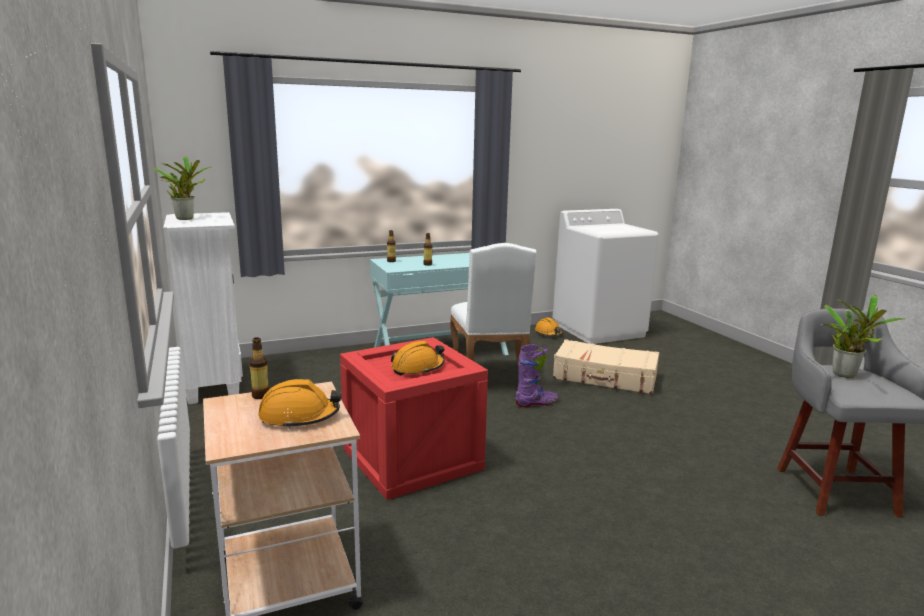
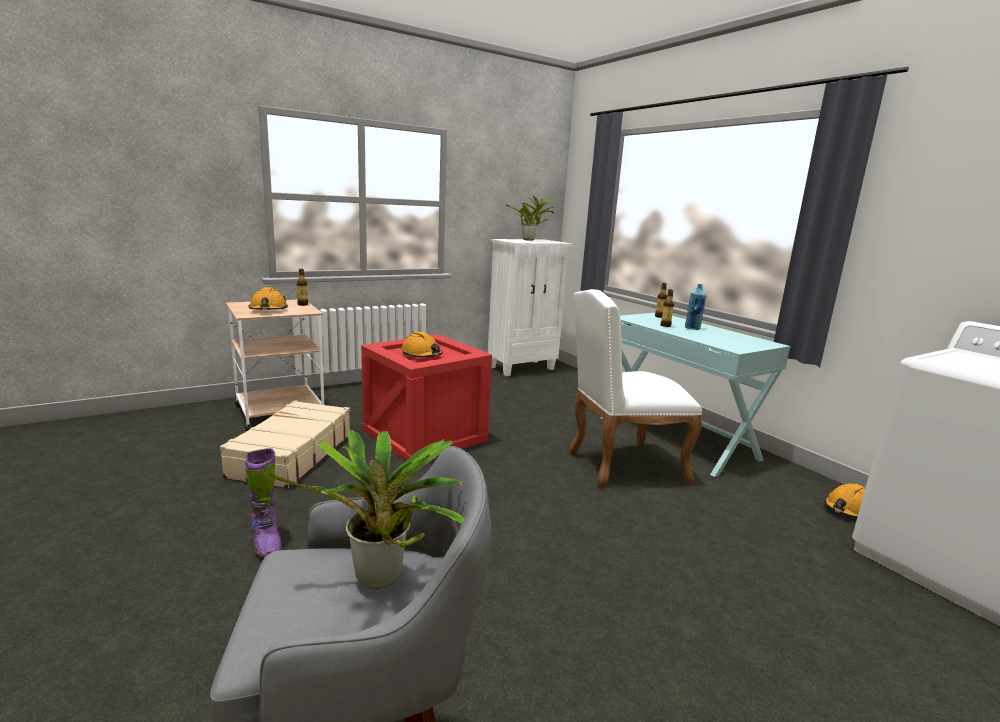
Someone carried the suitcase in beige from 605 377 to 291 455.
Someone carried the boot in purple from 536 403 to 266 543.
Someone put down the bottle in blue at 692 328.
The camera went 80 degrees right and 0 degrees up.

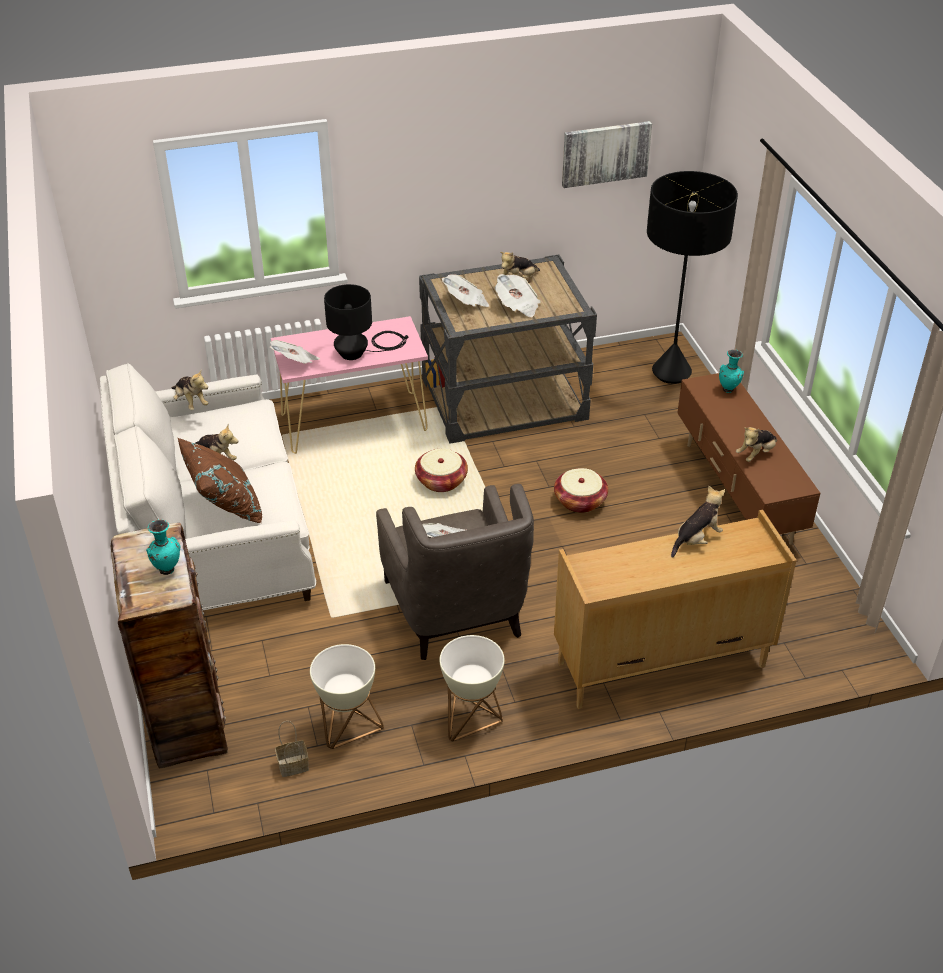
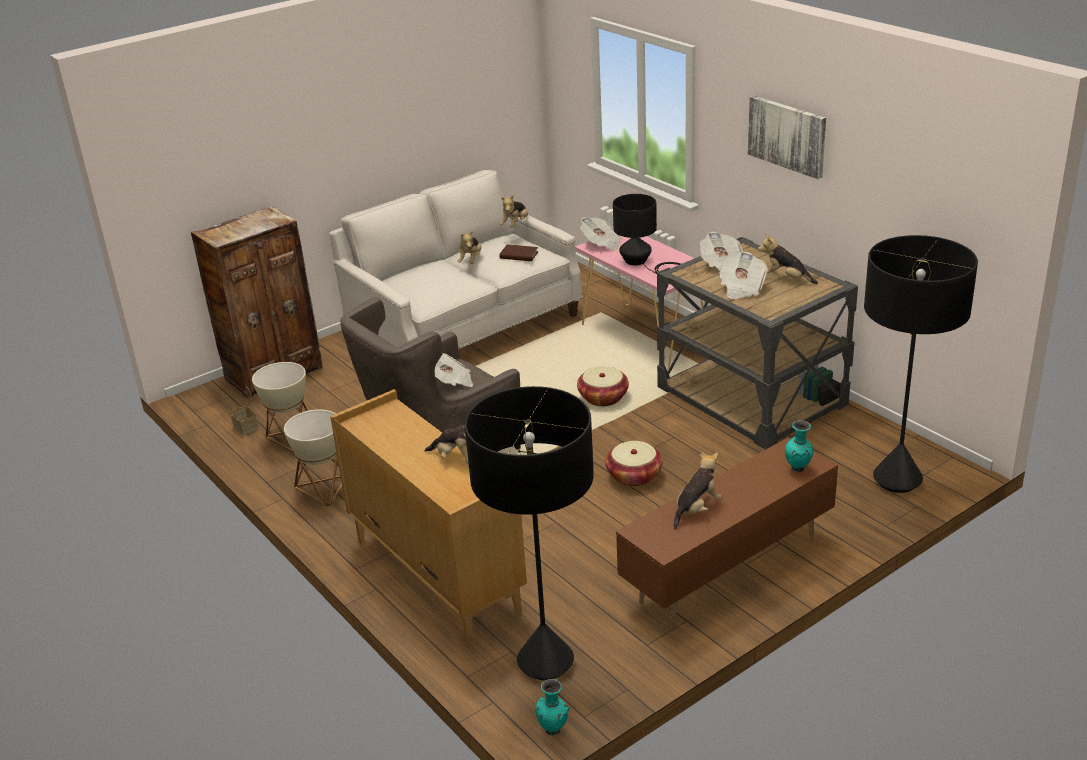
Someone put down the floor lamp in black at 545 664.
Someone put down the book in brown at 519 255.
Someone carried the vase in turquoise from 167 569 to 554 730.
Someone rotated the plush toy at 756 454 by 105 degrees clockwise.
Someone carried the picture from 605 153 to 787 136.
Someone took away the pillow in brown at 225 505.
The camera went 70 degrees right and 10 degrees down.

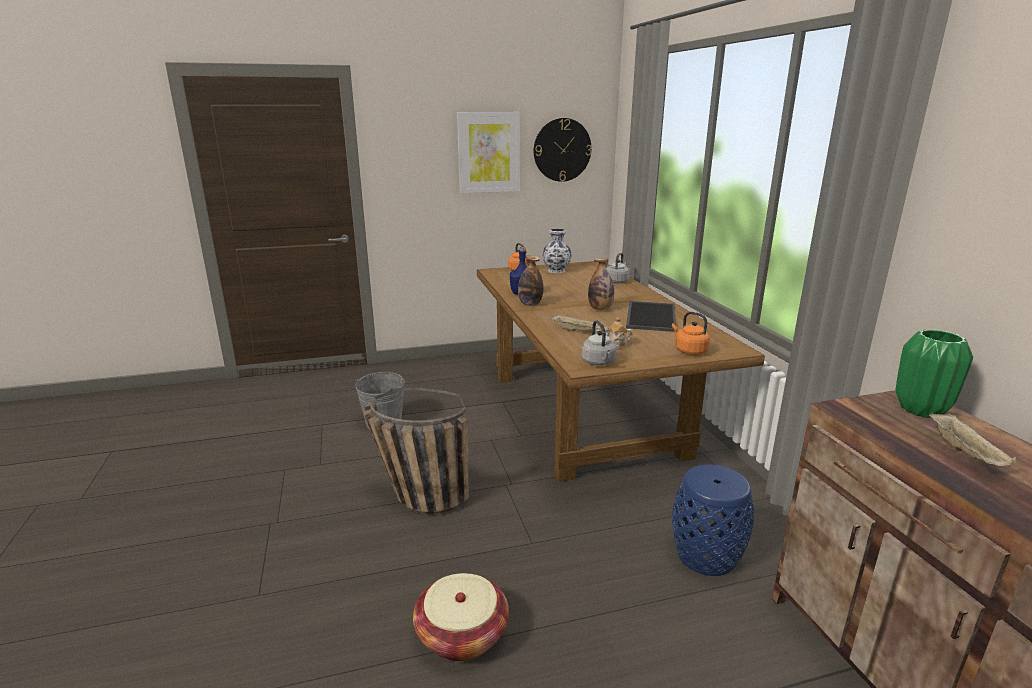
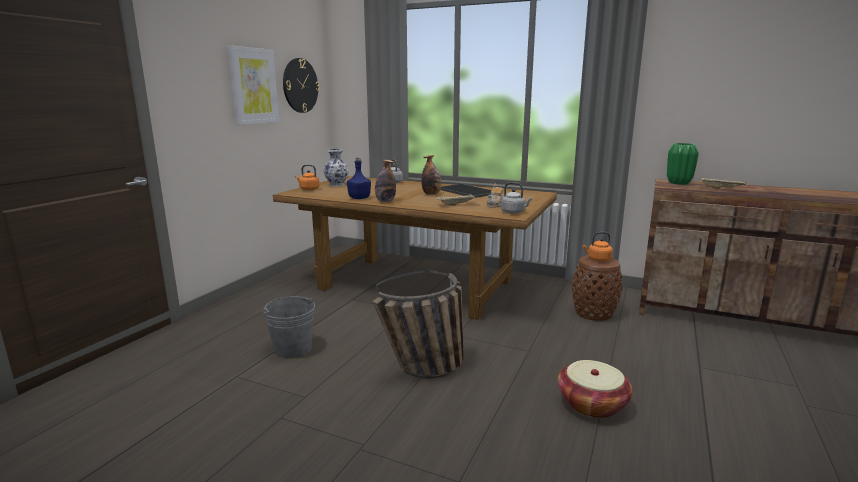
Someone repainted the stool in blue at 706 556, which became the stool in brown at 593 313.
Someone carried the kettle in orange from 689 351 to 598 259.
The camera went 50 degrees left and 5 degrees down.

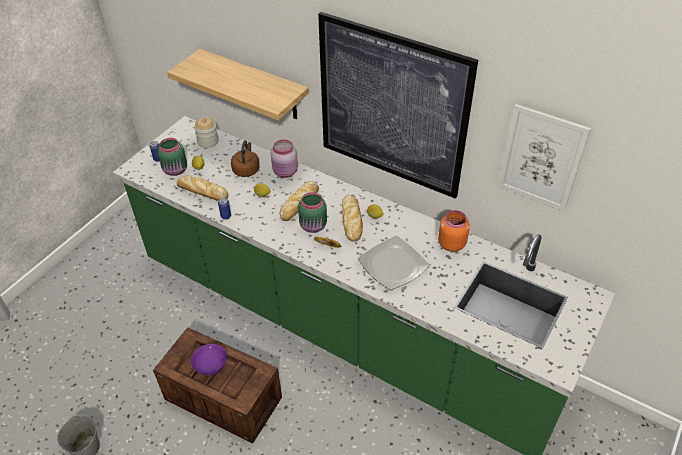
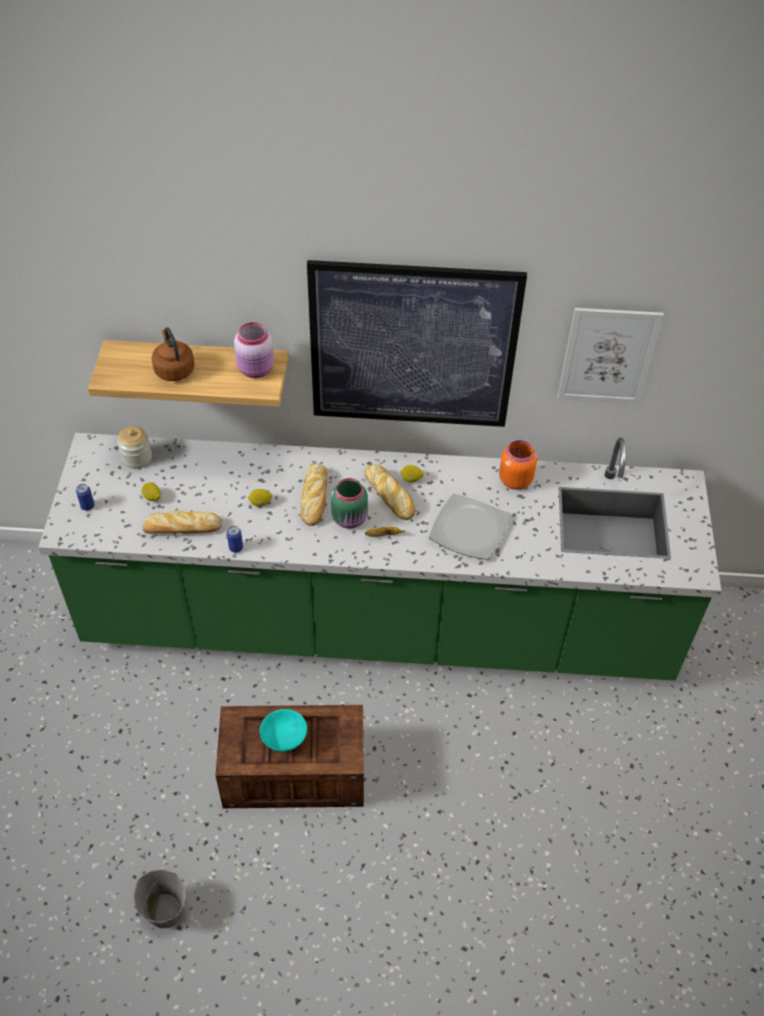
Someone carried the kettle in brown from 246 169 to 174 369.
Someone carried the jar in pink from 285 172 to 257 369.
Someone repainted the bowl in purple at 211 367, which became the bowl in turquoise at 284 739.
Someone took away the jar in green at 176 170.
The camera went 30 degrees left and 5 degrees up.

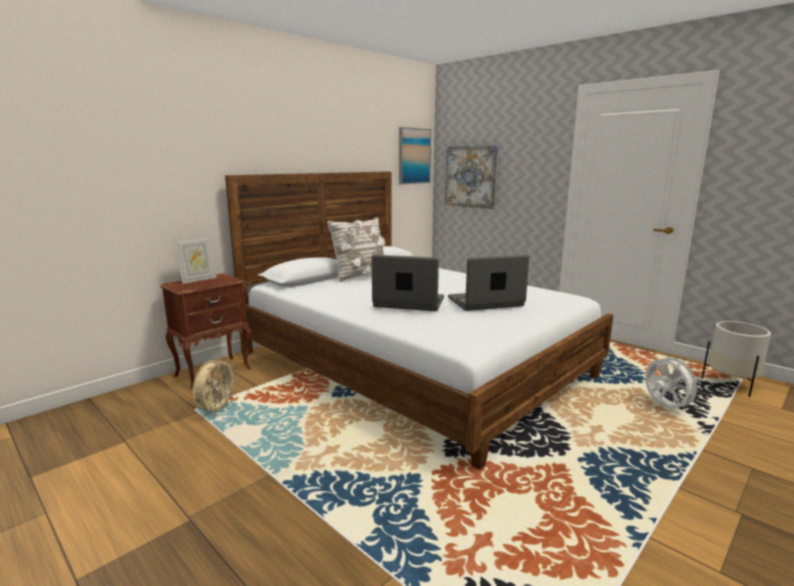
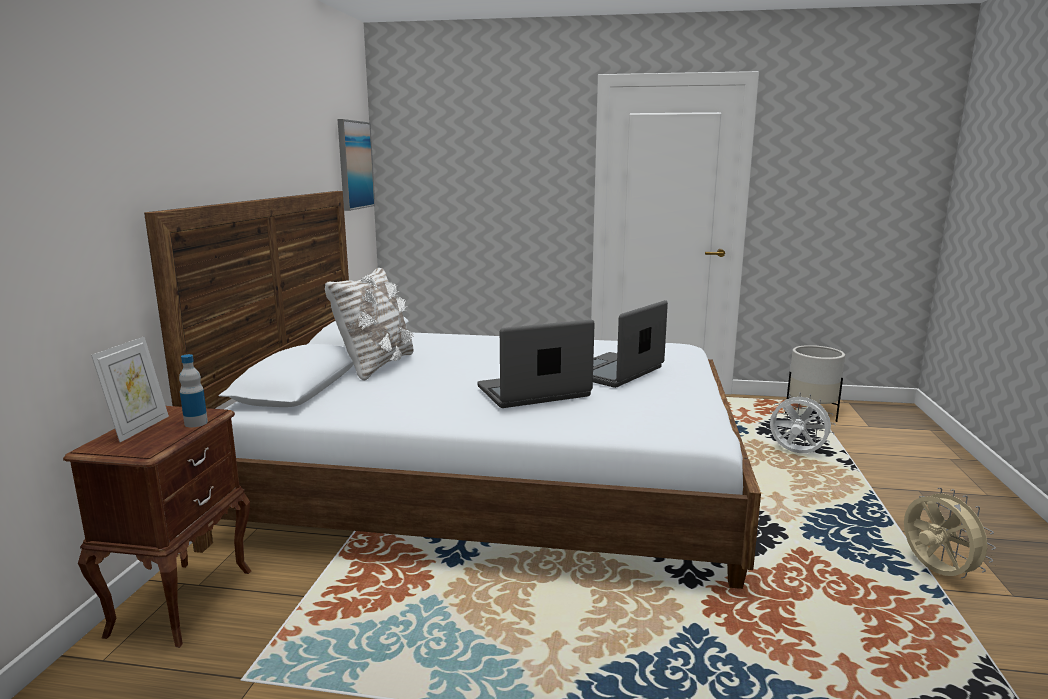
Someone put down the bottle at 196 423.
Someone carried the fan in beige from 216 410 to 935 572.
Someone took away the picture at 471 176.
The camera went 35 degrees left and 0 degrees up.

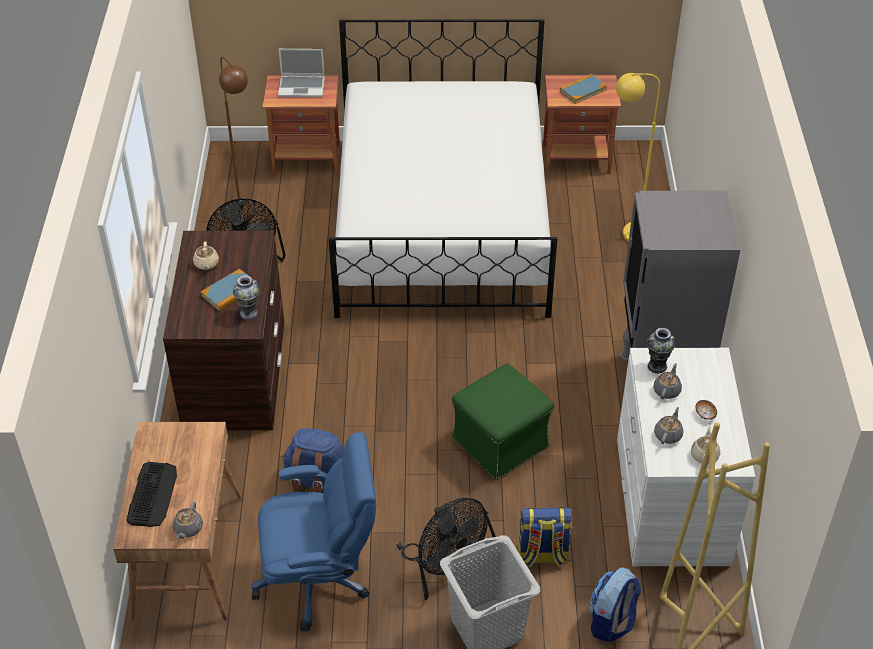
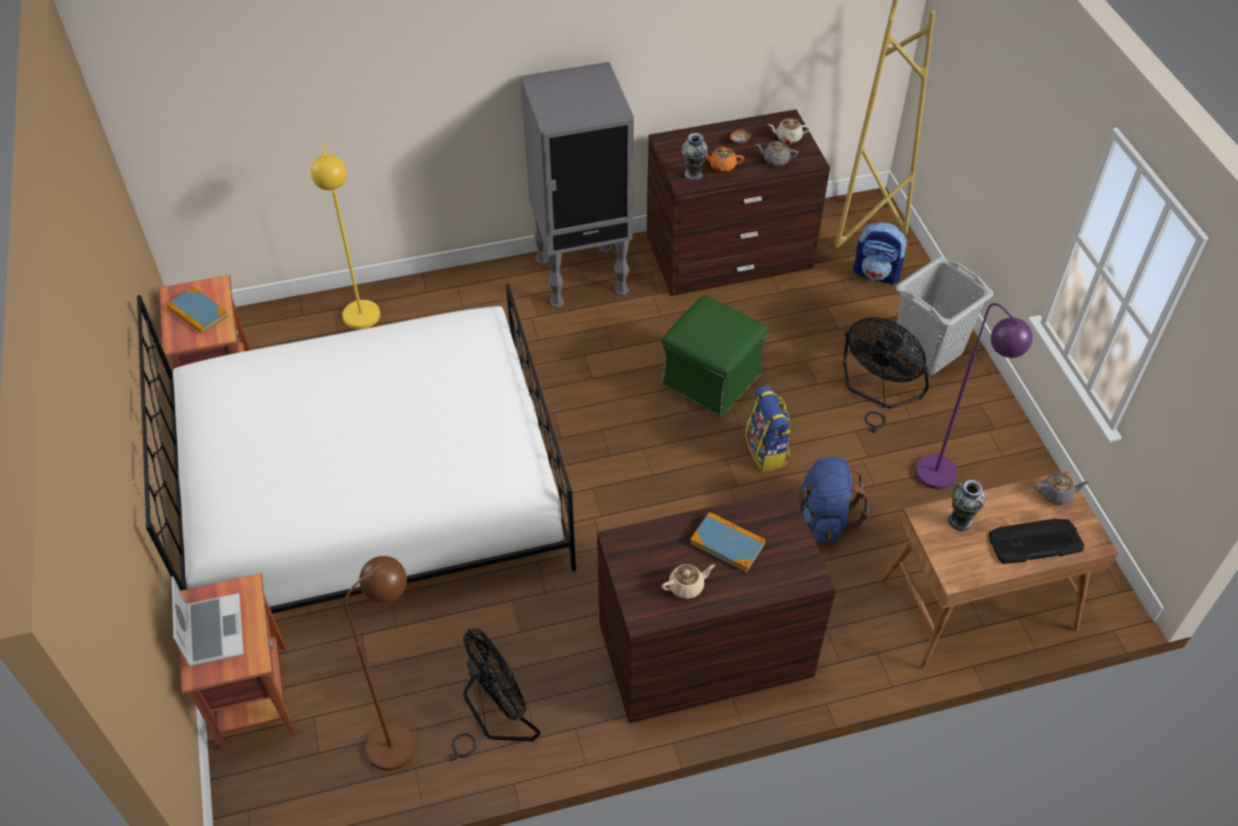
Someone repainted the dresser in white at 672 500, which became the dresser in brown at 729 252.
Someone repainted the teapot in grey at 667 390, which became the teapot in orange at 722 166.
Someone carried the backpack from 542 555 to 767 451.
Someone swapped the office chair in blue at 320 580 for the floor lamp in purple at 943 482.
Someone carried the vase from 249 313 to 959 521.
The camera went 105 degrees left and 5 degrees up.

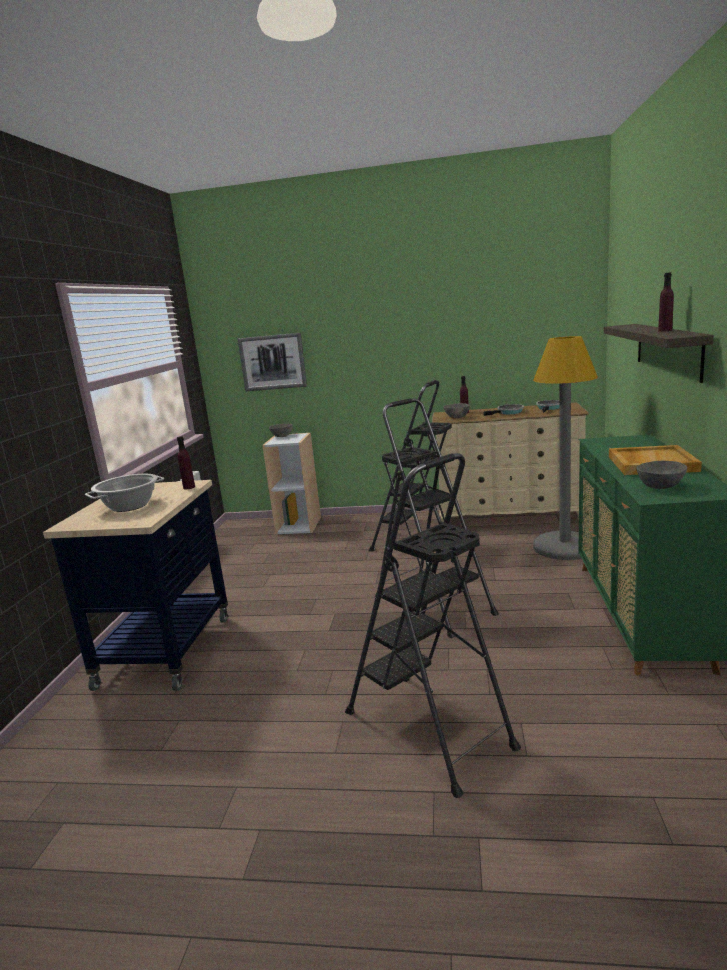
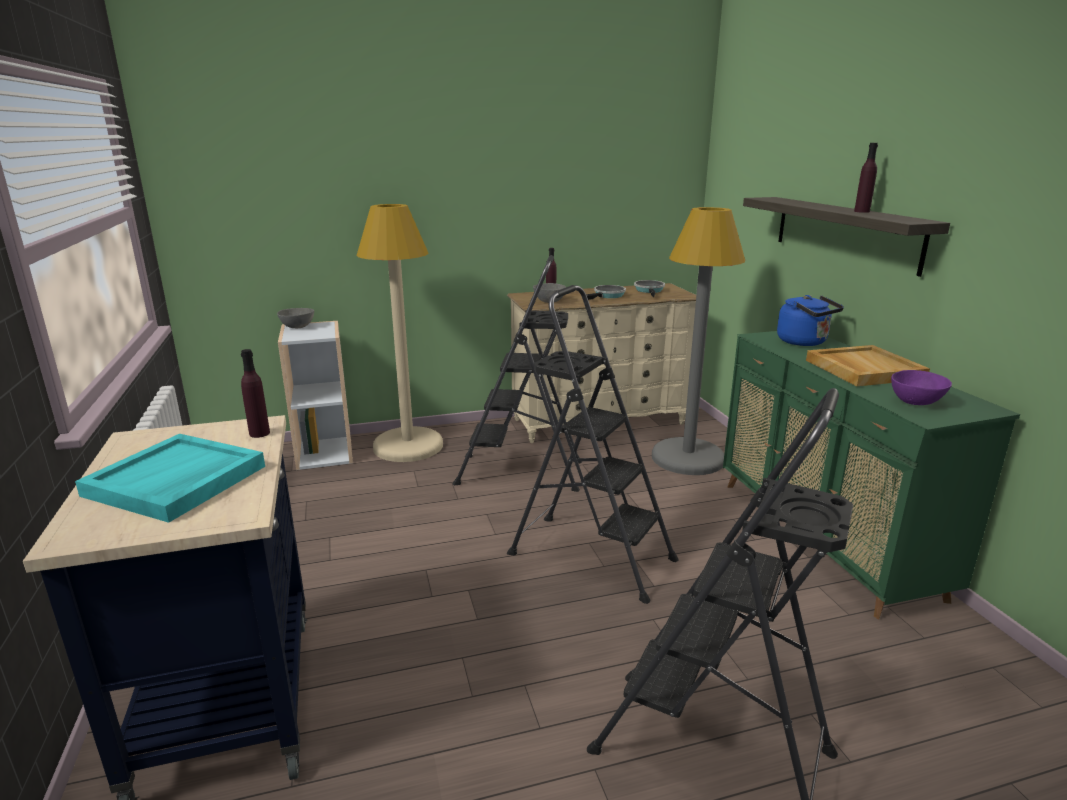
Someone swapped the cooking pot at 129 506 for the tray in turquoise at 176 481.
Someone put down the floor lamp in beige at 408 446.
Someone put down the kettle in blue at 804 342.
Someone repainted the bowl in grey at 661 486, which became the bowl in purple at 916 402.
Someone took away the picture at 272 362.
The camera went 25 degrees left and 5 degrees up.

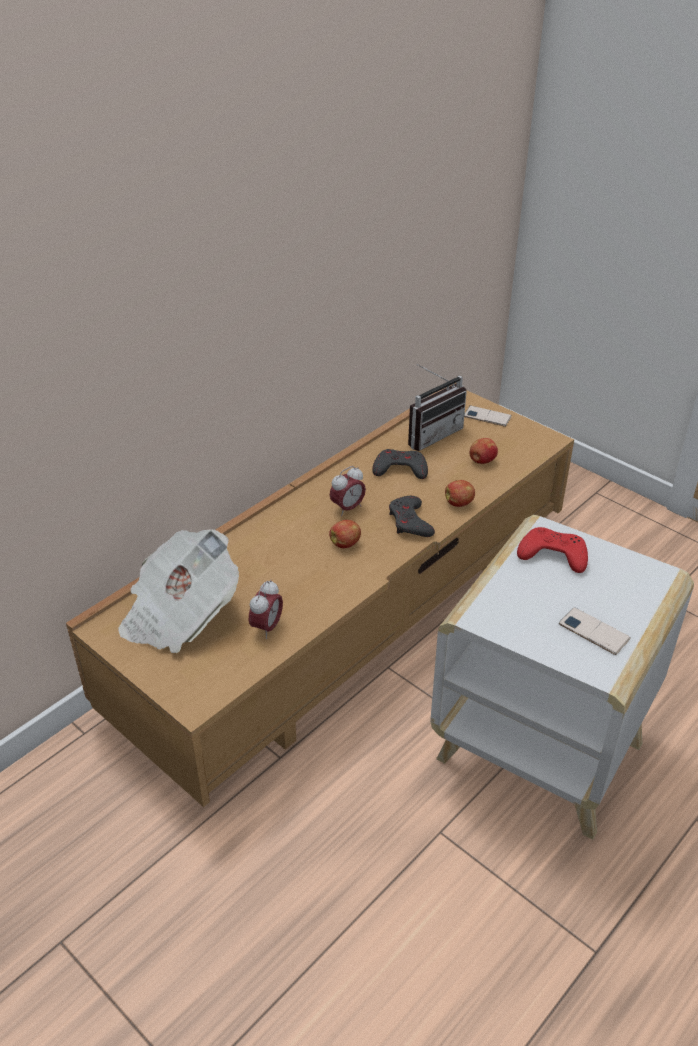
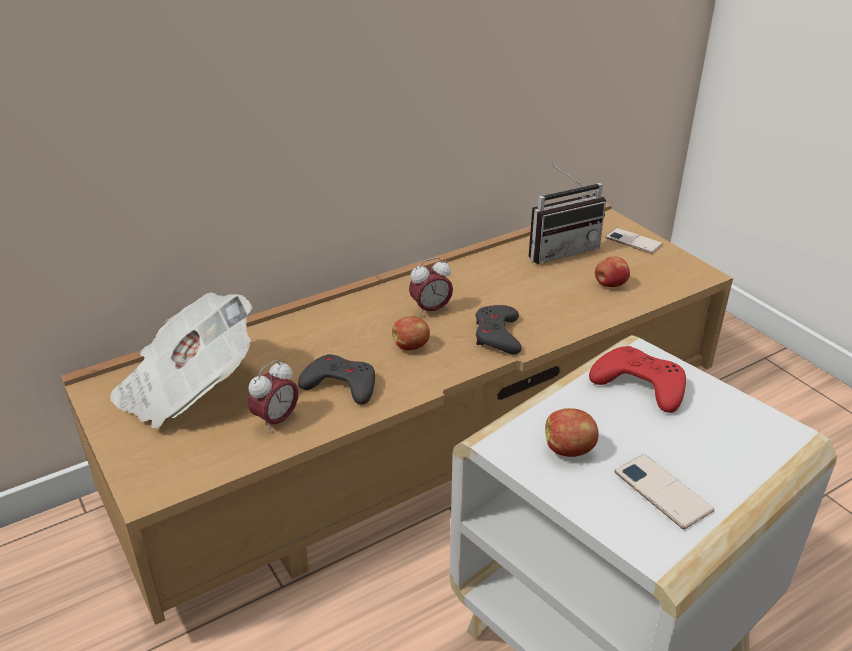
Someone carried the game controller in grey from 400 469 to 340 384.
Someone carried the apple from 459 503 to 569 450.
The camera went 15 degrees right and 5 degrees down.

